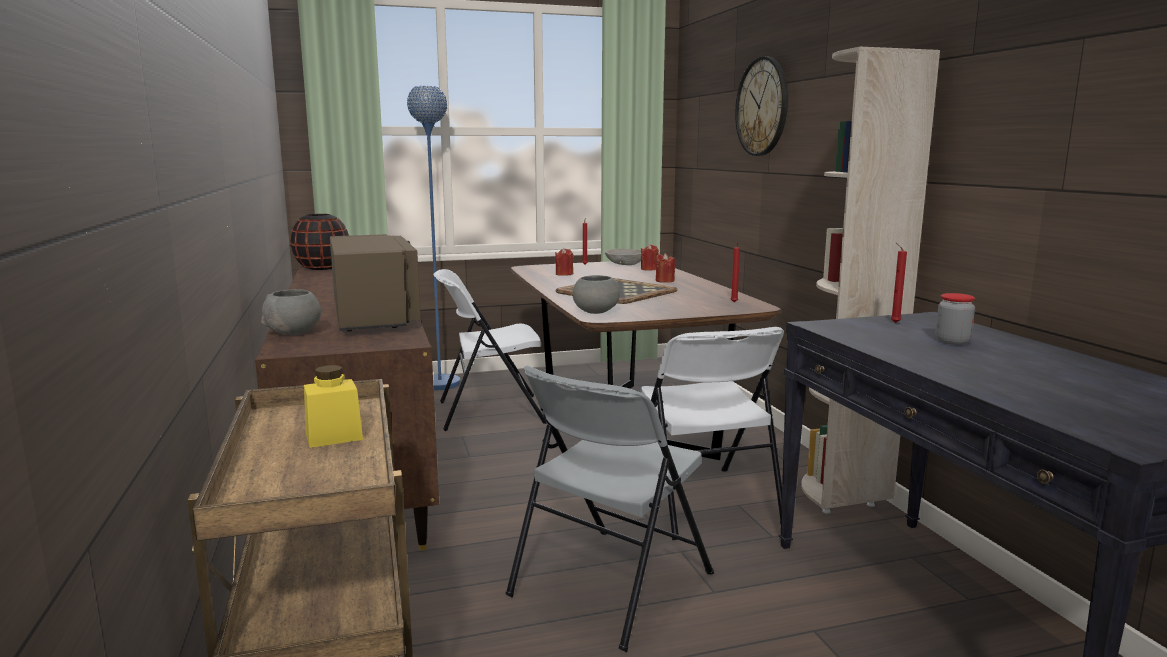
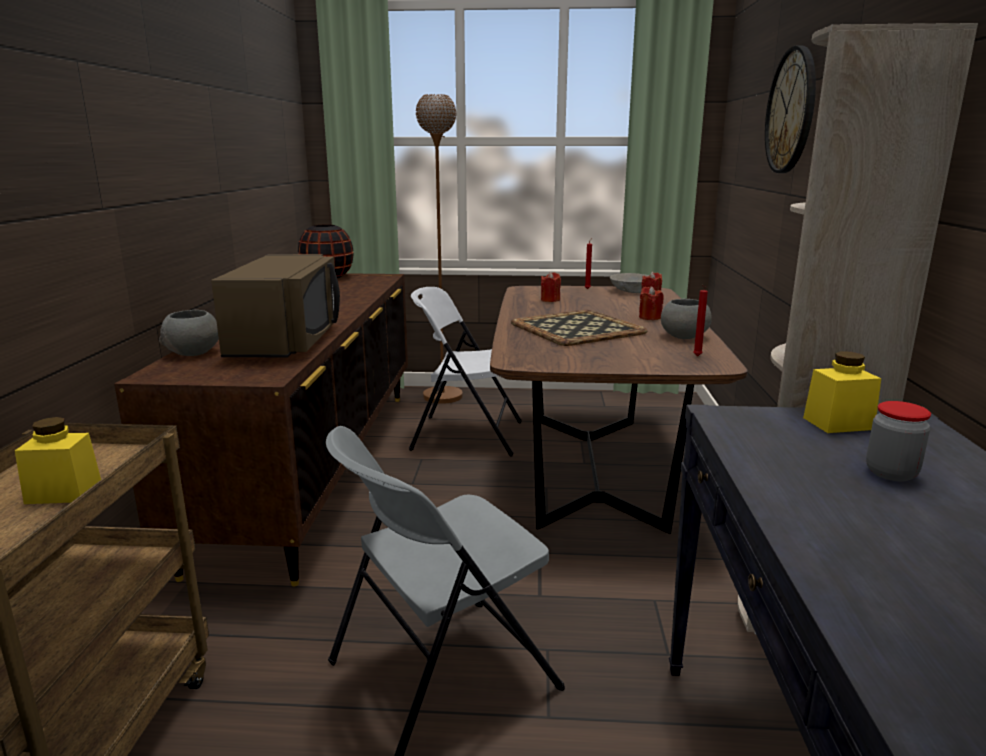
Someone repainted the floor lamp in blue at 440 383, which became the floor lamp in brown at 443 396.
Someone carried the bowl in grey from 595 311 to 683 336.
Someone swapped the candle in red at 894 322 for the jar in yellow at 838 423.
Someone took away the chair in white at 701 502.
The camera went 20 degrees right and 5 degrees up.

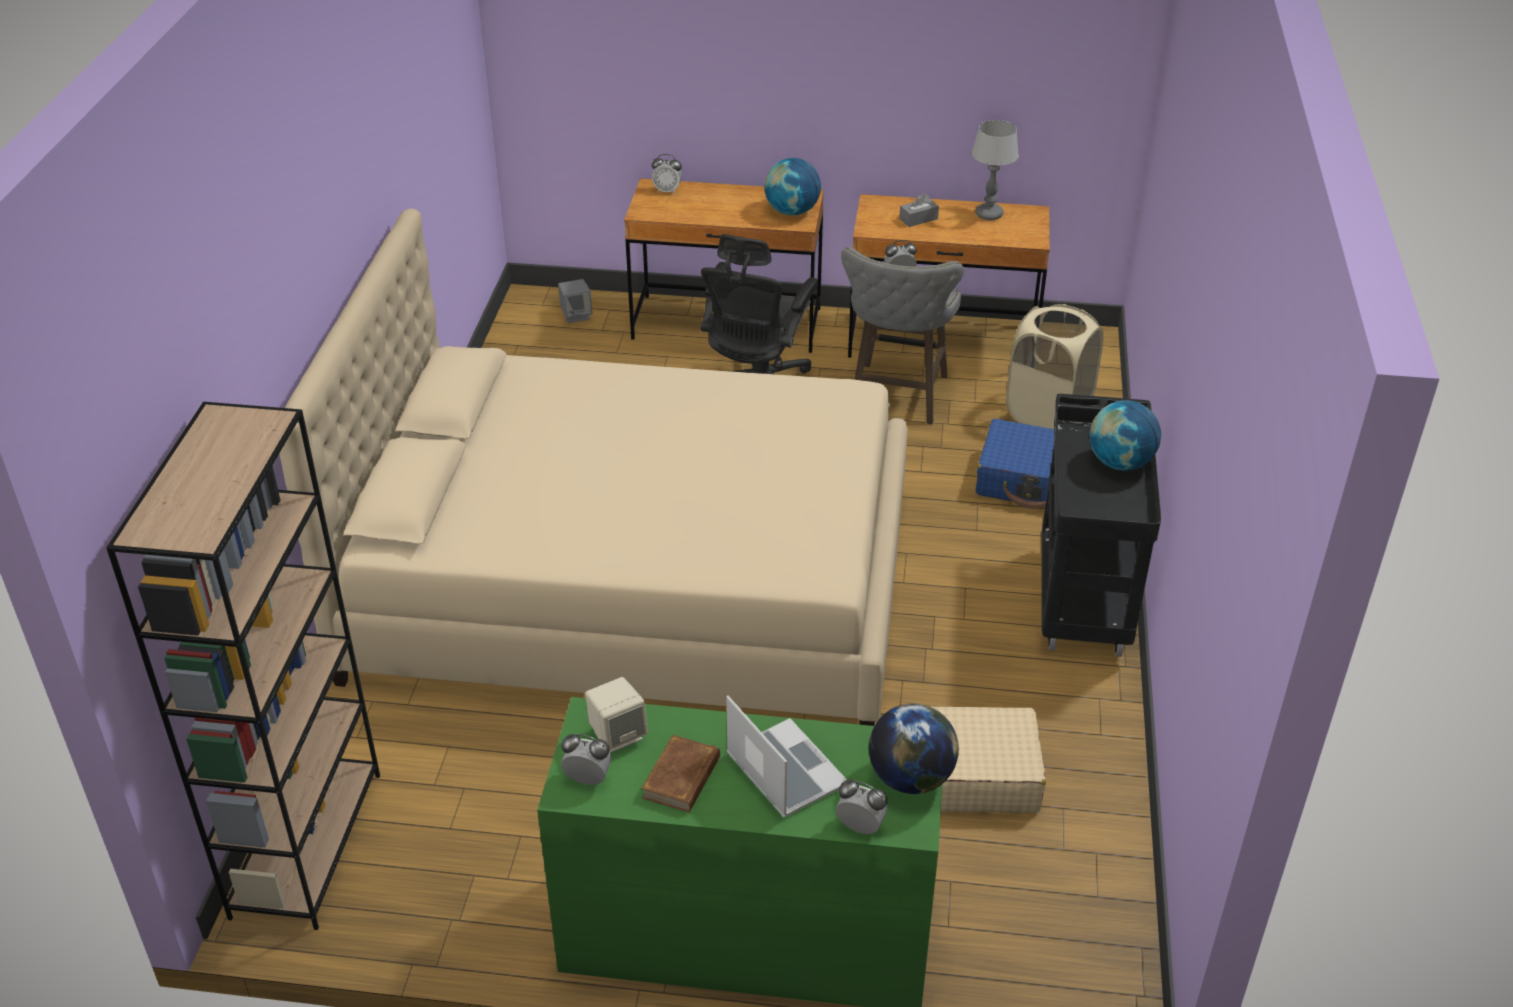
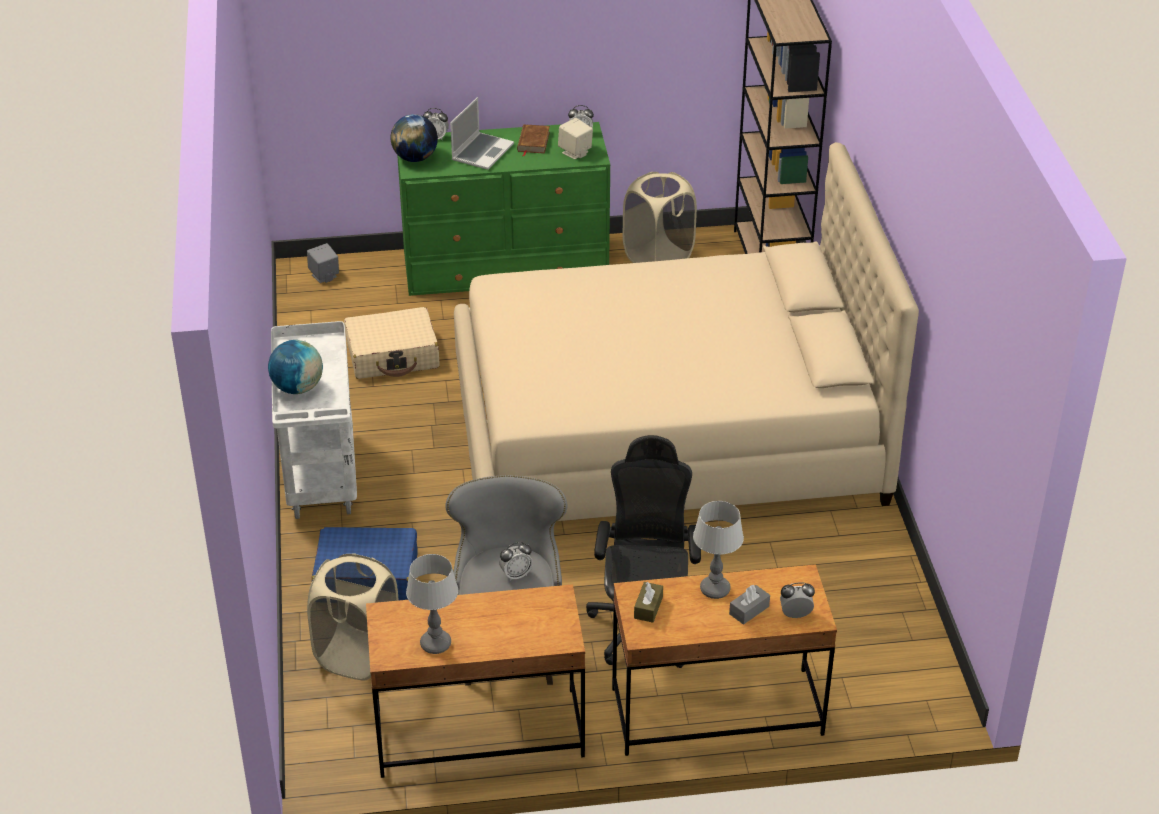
Someone repainted the cart in black at 1082 597, which became the cart in white at 322 481.
Someone carried the speaker in grey from 576 315 to 324 276.
Someone rotated the laptop at 784 770 by 105 degrees counterclockwise.
Someone put down the laundry basket in beige at 658 257.
Someone swapped the globe at 792 211 for the tissue box in brown at 648 608.
Someone put down the table lamp at 715 589.
Someone carried the tissue box in grey from 918 219 to 749 610.
The camera went 165 degrees right and 0 degrees up.

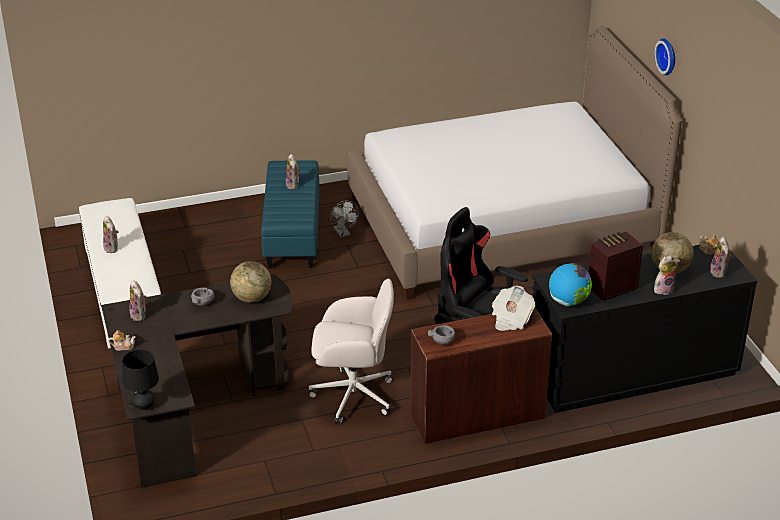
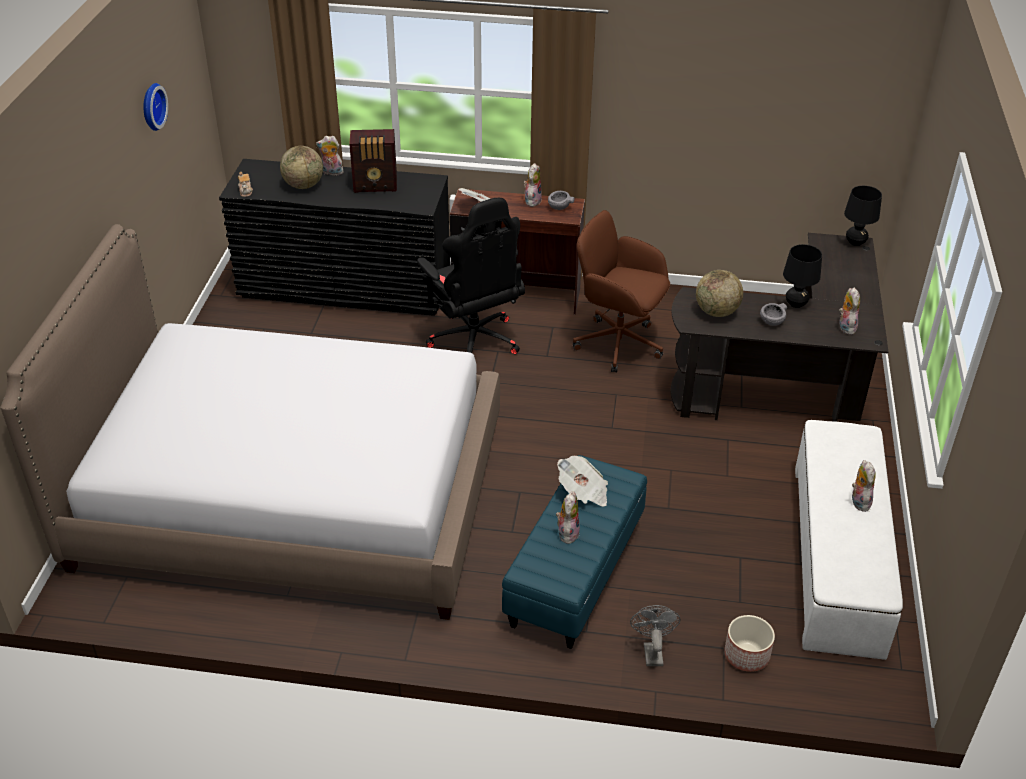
Someone carried the wall clock from 668 56 to 151 106.
Someone carried the plush toy from 719 272 to 532 200.
Someone put down the newspaper at 583 492.
Someone repainted the office chair in white at 353 396, which became the office chair in brown at 618 344.
Someone carried the fan in grey from 343 233 to 652 651.
Someone put down the planter at 747 655.
Someone put down the table lamp in black at 796 304.
Someone took away the teapot at 123 346.
Someone took away the globe at 568 302.
The camera went 155 degrees left and 5 degrees up.

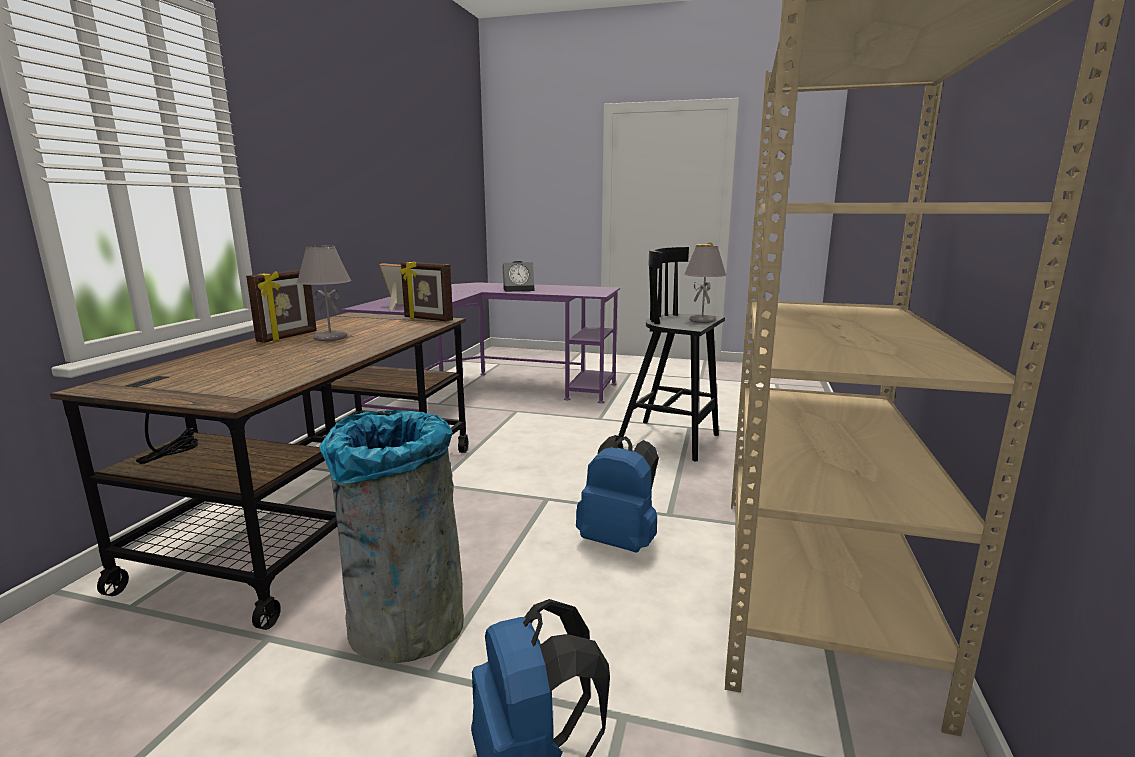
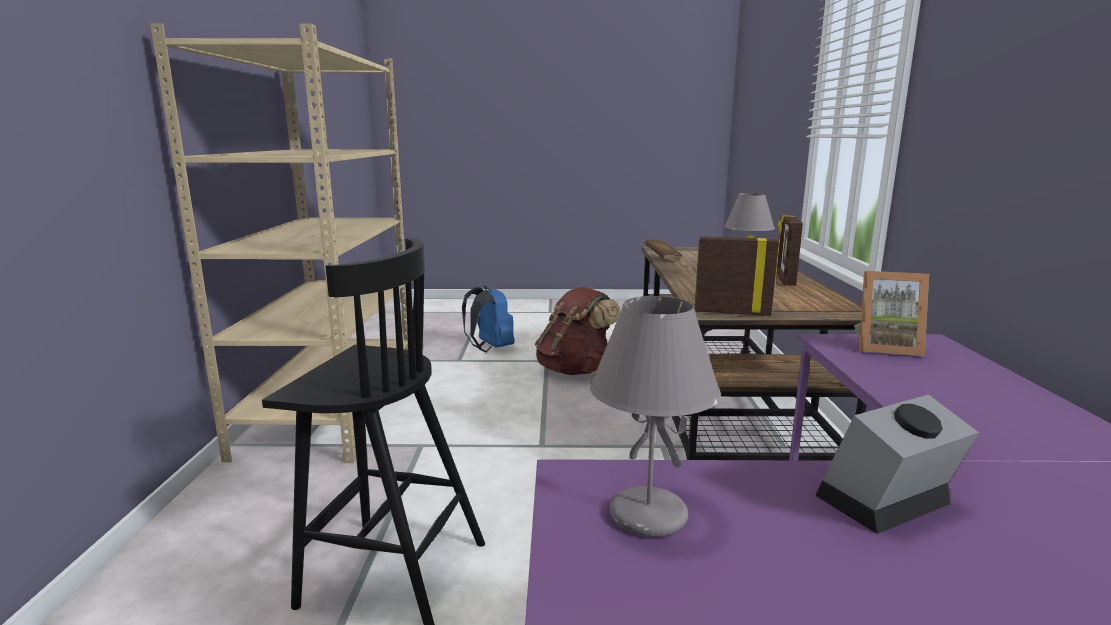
Someone swapped the trash can in grey at 405 626 for the backpack in brown at 575 370.
Someone carried the table lamp in grey from 702 321 to 646 516.
Someone put down the book in brown at 662 259.
Someone took away the backpack in blue at 620 541.
The camera went 165 degrees right and 0 degrees up.

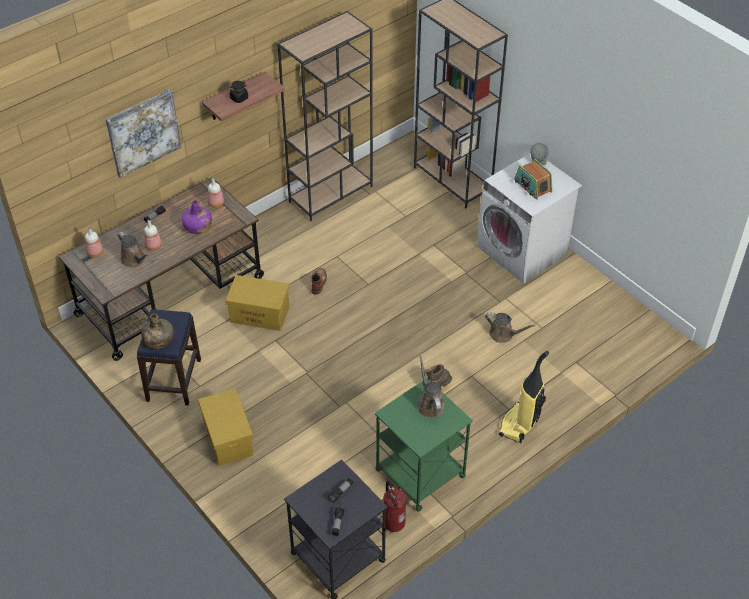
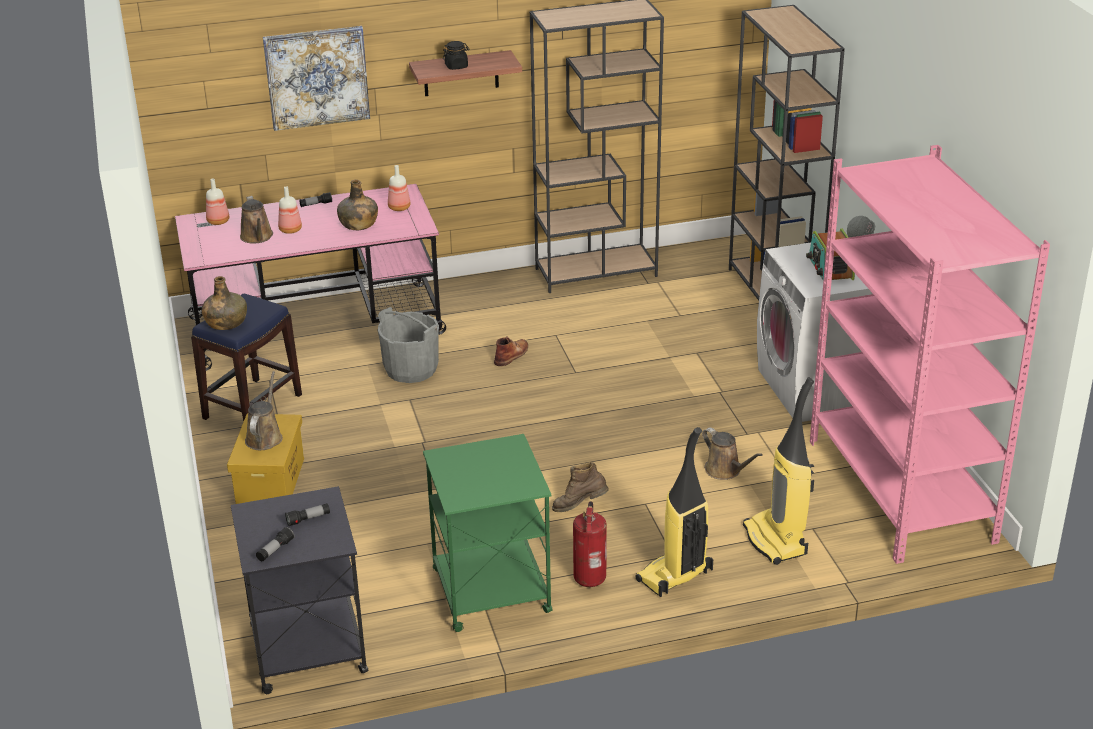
Someone repainted the desk in brown at 170 296, which became the desk in pink at 315 325.
Someone carried the watering can in brown from 430 404 to 265 437.
Someone repainted the bottle in purple at 198 227, which became the bottle in green at 358 224.
Someone swapped the storage box in yellow at 260 314 for the bucket in grey at 411 369.
Someone carried the fire extinguisher from 393 522 to 590 577.
Someone put down the vacuum cleaner at 776 540.
Someone put down the bookcase in pink at 900 490.
The camera went 25 degrees right and 15 degrees down.

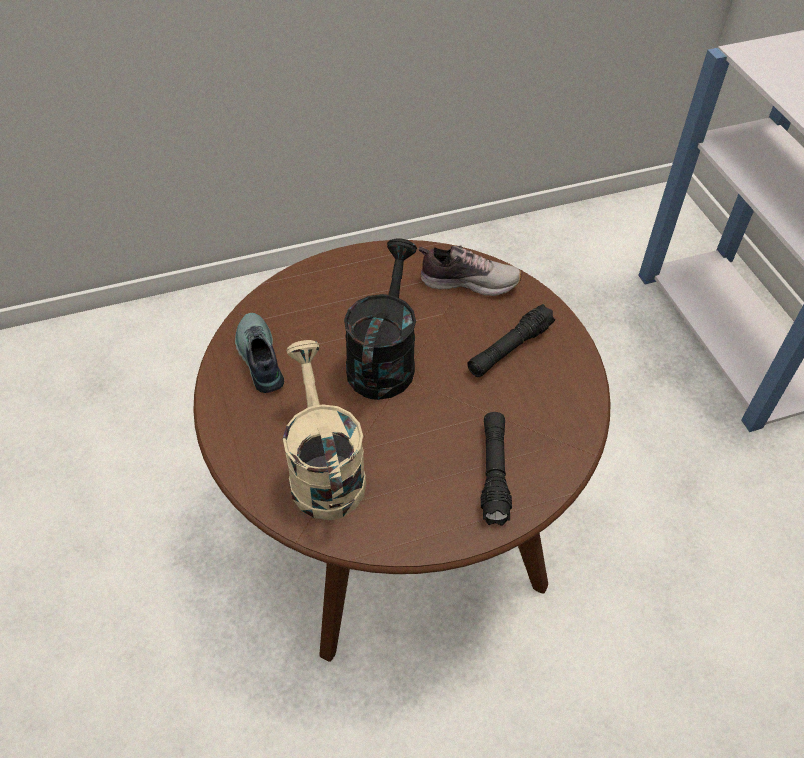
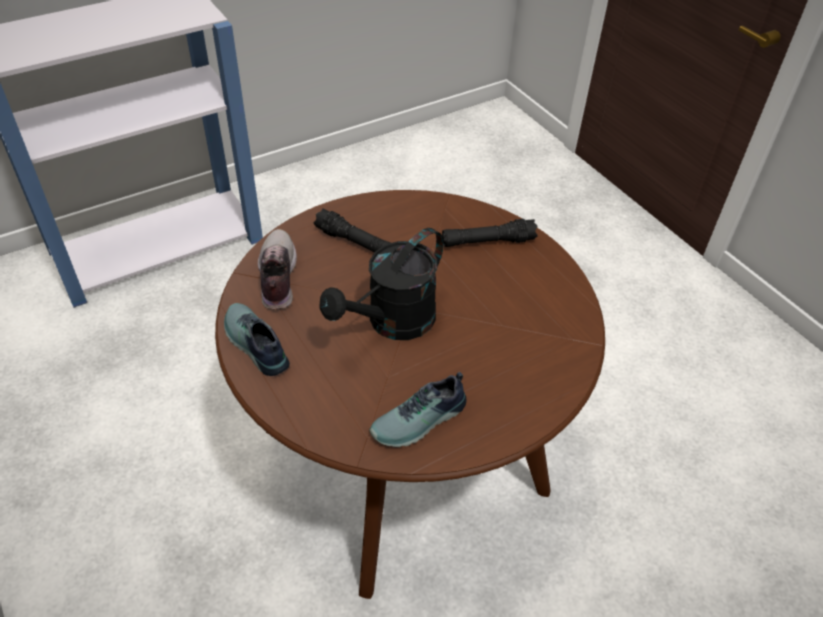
Someone put down the shoe at 254 345.
Someone rotated the watering can in black at 383 359 by 45 degrees counterclockwise.
Someone took away the watering can in beige at 324 470.
The camera went 105 degrees left and 5 degrees down.

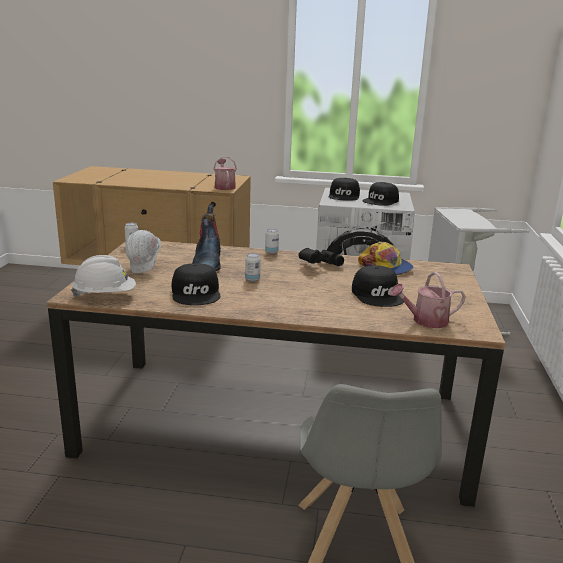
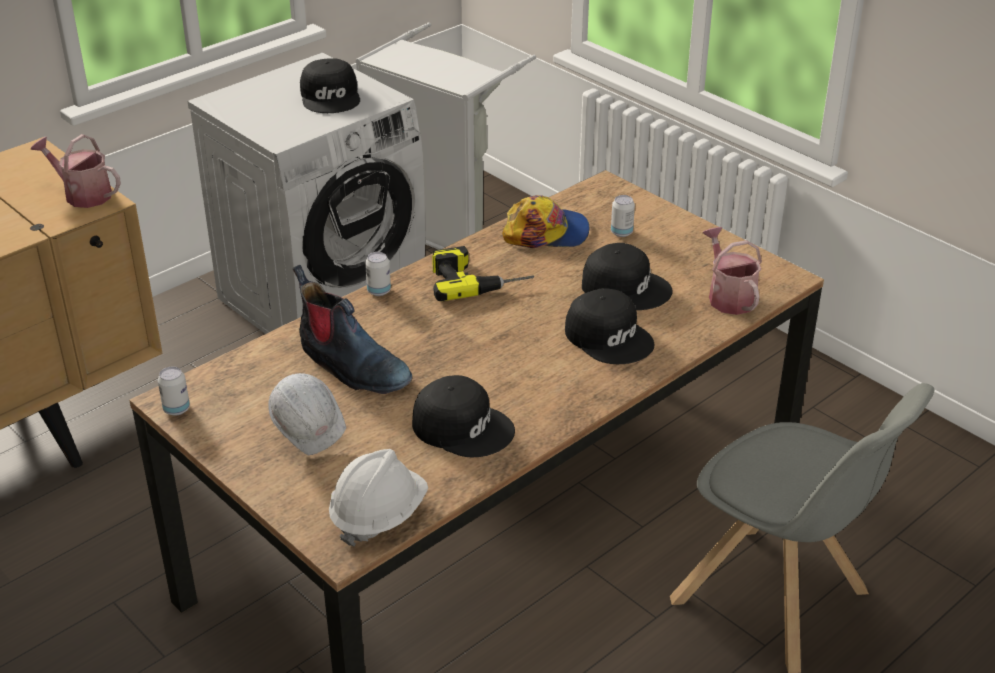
Someone swapped the binoculars in black at 318 265 for the power drill at 478 279.
Someone carried the cap in black from 344 196 to 609 336.
Someone carried the can from 252 279 to 621 233.
Someone rotated the watering can at 425 321 by 135 degrees clockwise.
The camera went 50 degrees left and 15 degrees up.

